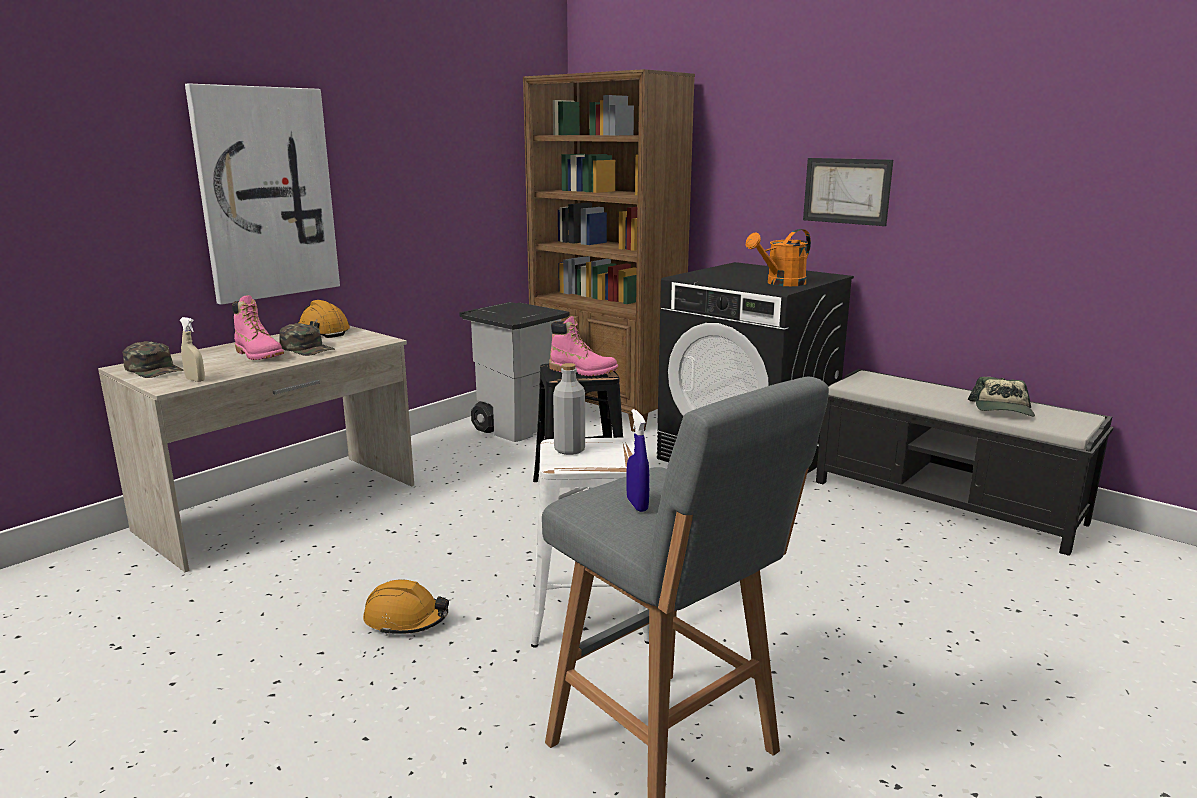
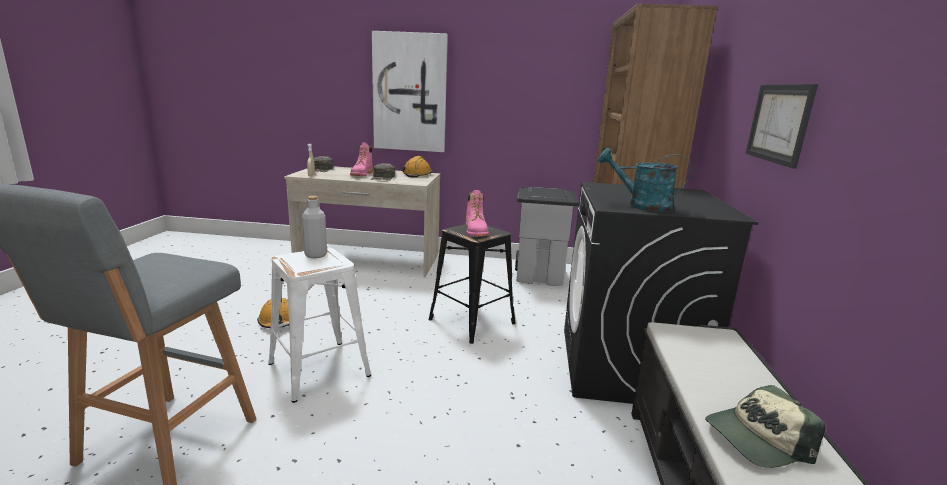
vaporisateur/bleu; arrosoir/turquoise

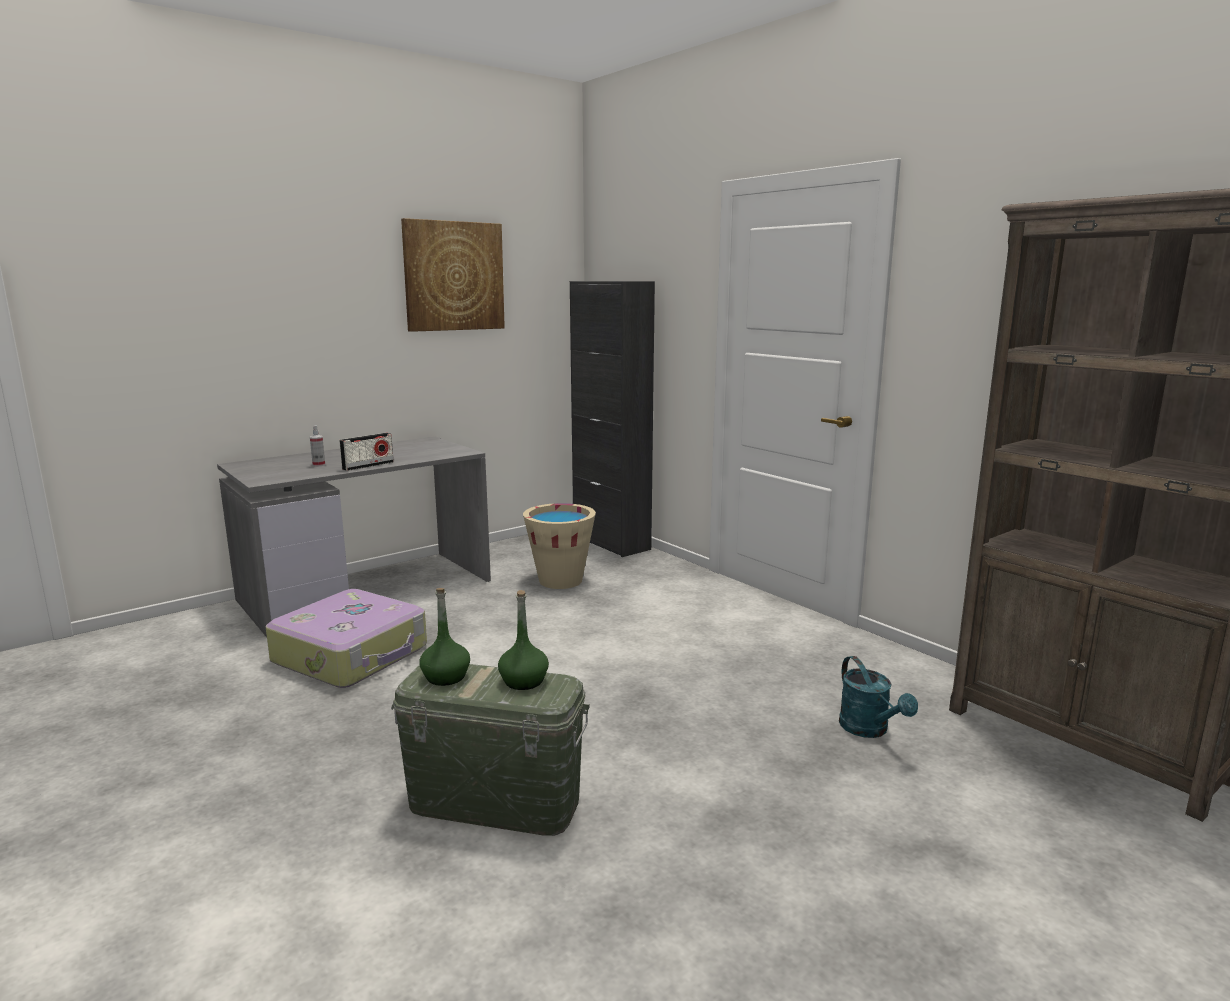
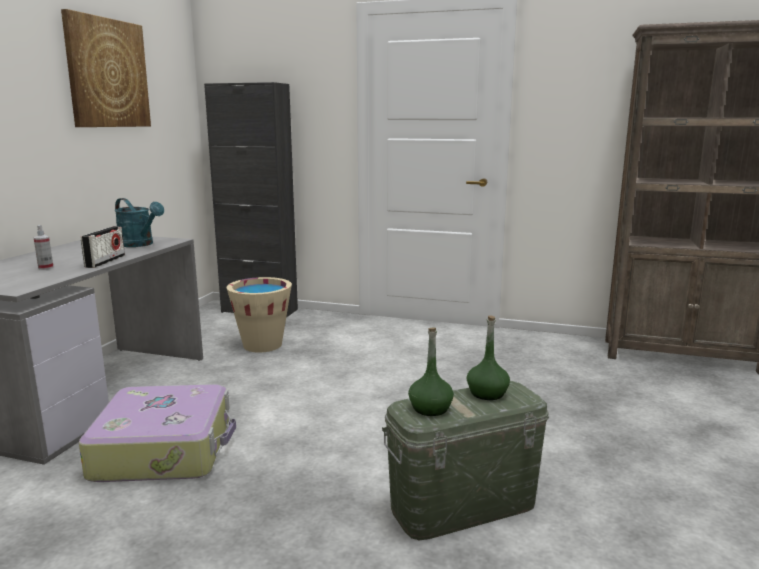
arrosoir/turquoise

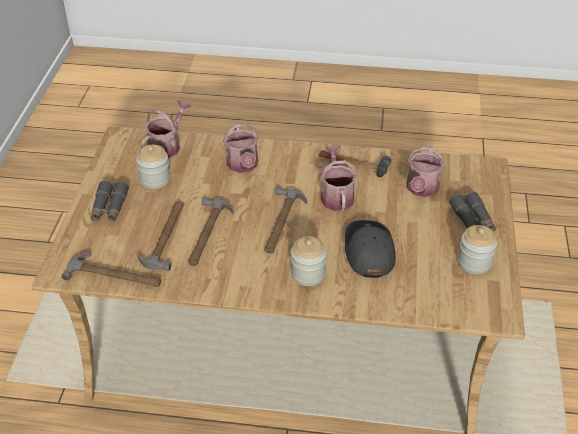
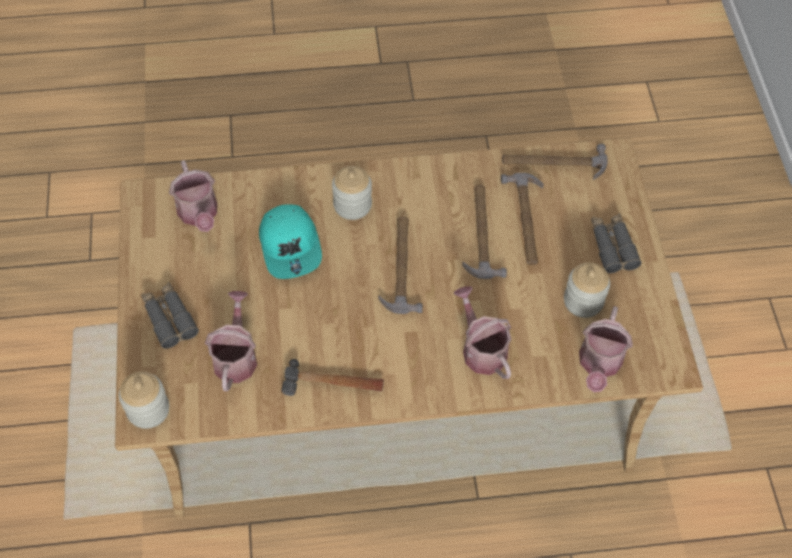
arrosoir (no. 1 from left); bocal (no. 1 from left); casquette/turquoise

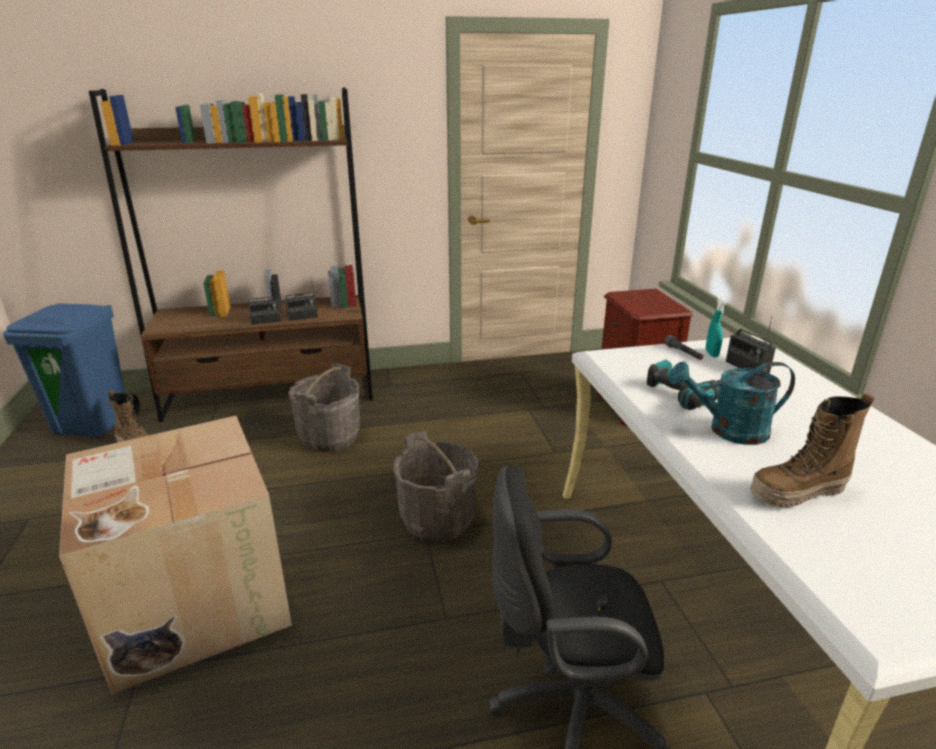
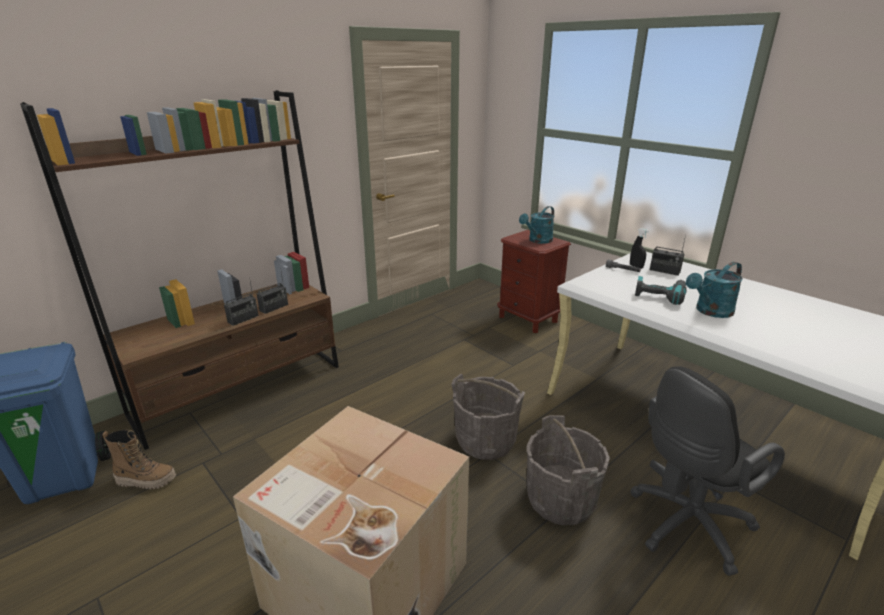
botte (no. 2 from left in the first image); arrosoir/turquoise (no. 1 from left); seau/gris (no. 2 from left); vaporisateur/noir

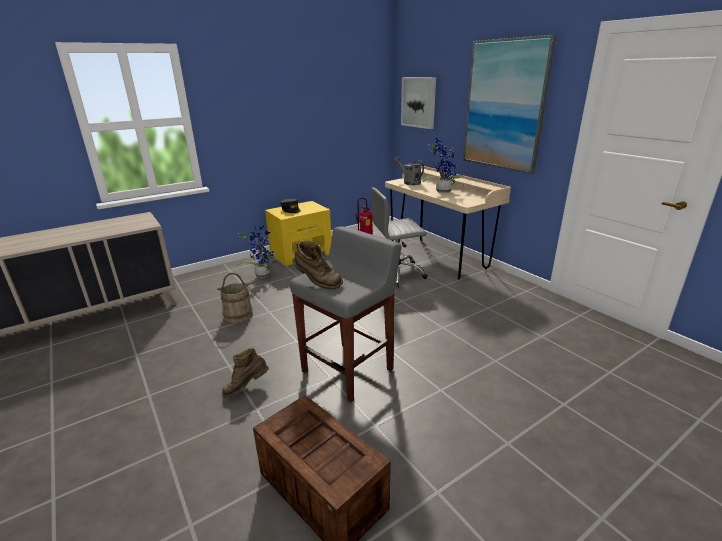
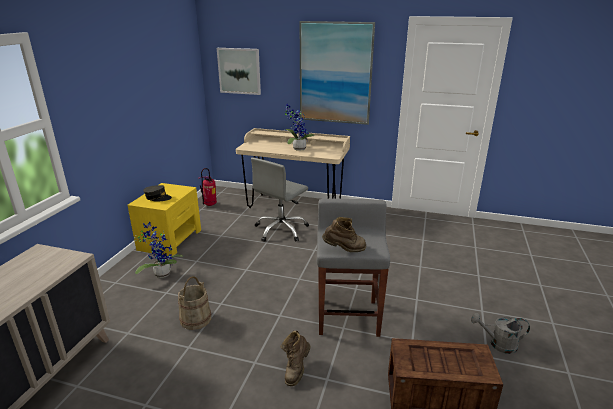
arrosoir/gris

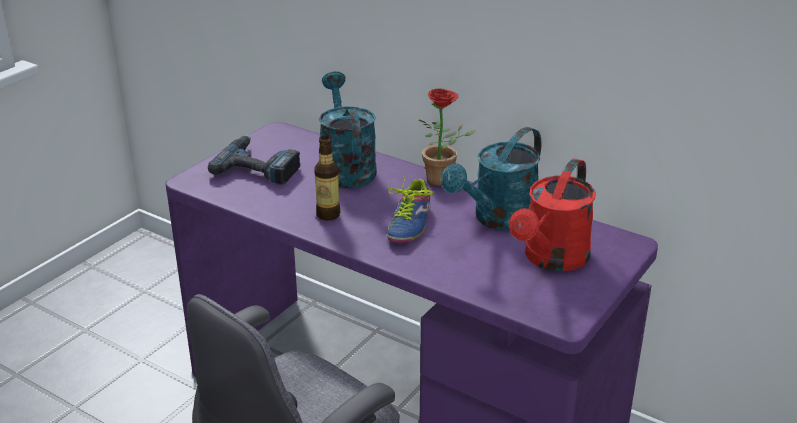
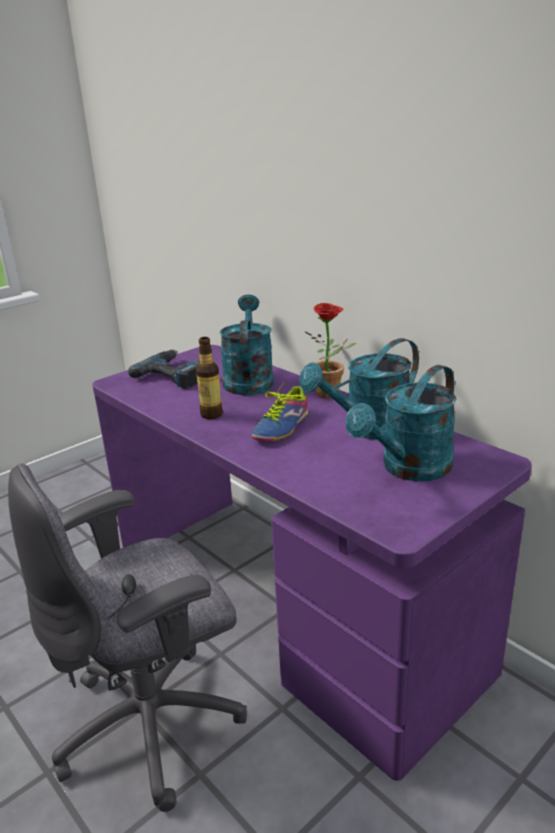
arrosoir/turquoise (no. 3 from left)

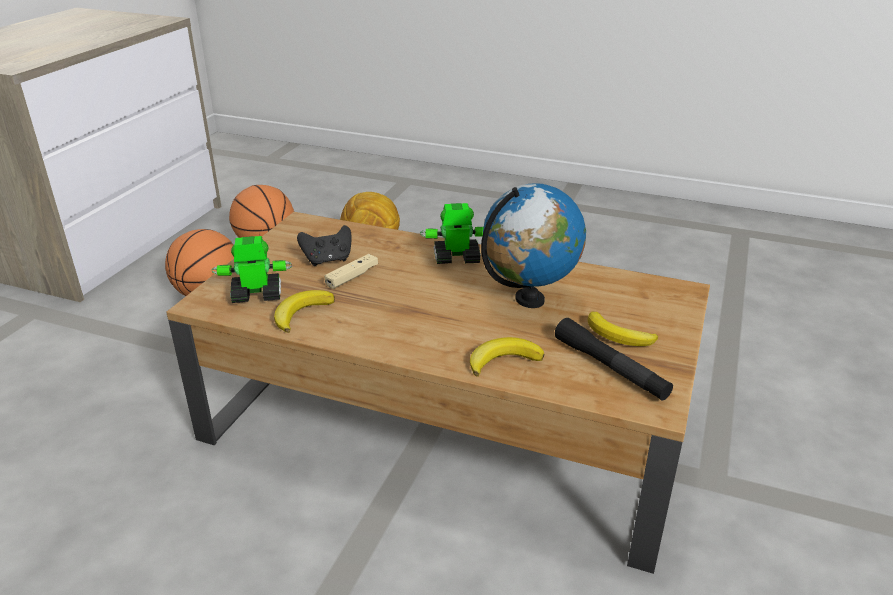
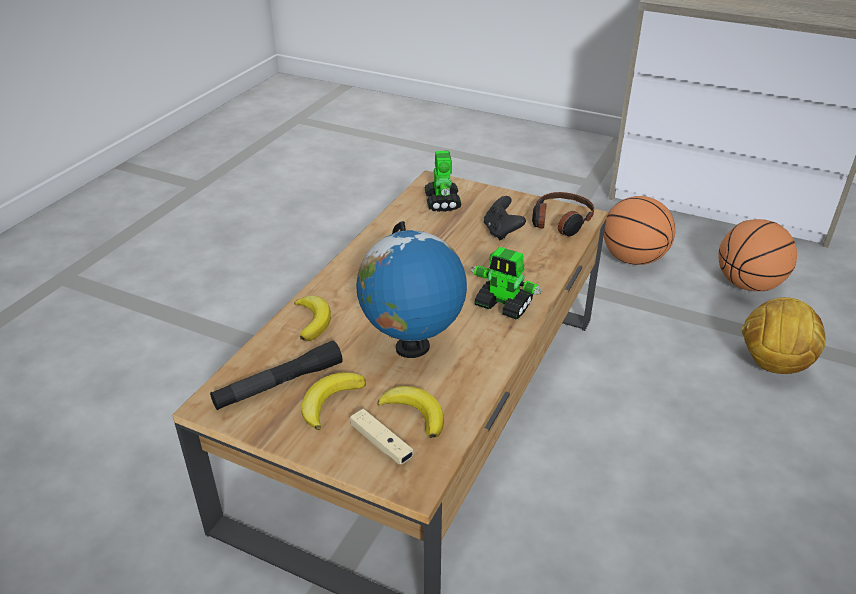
casque audio; banane (no. 3 from left); manette/beige; robot jouet (no. 2 from left)

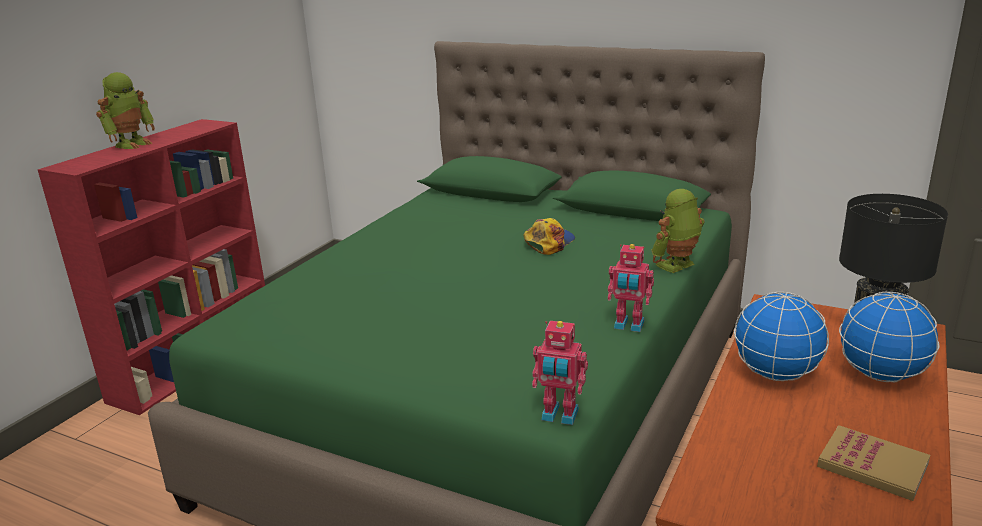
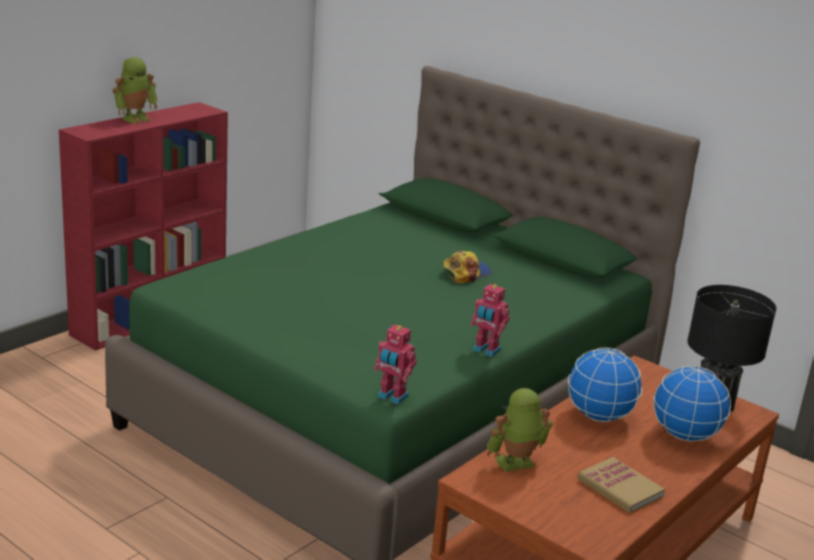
robot jouet (no. 4 from left)

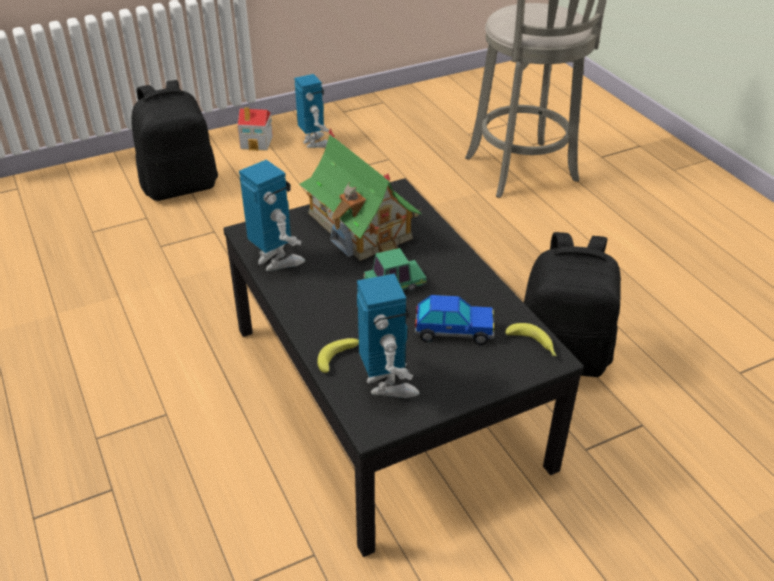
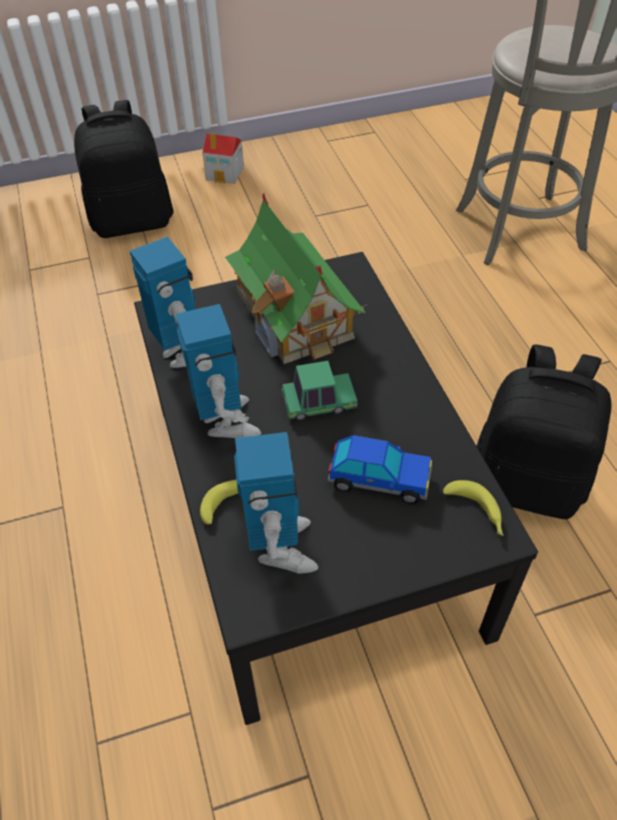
robot jouet (no. 2 from left)

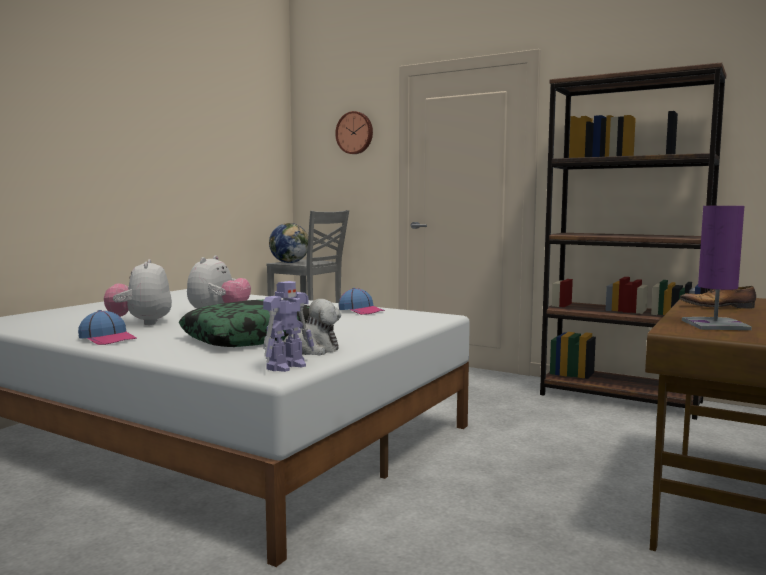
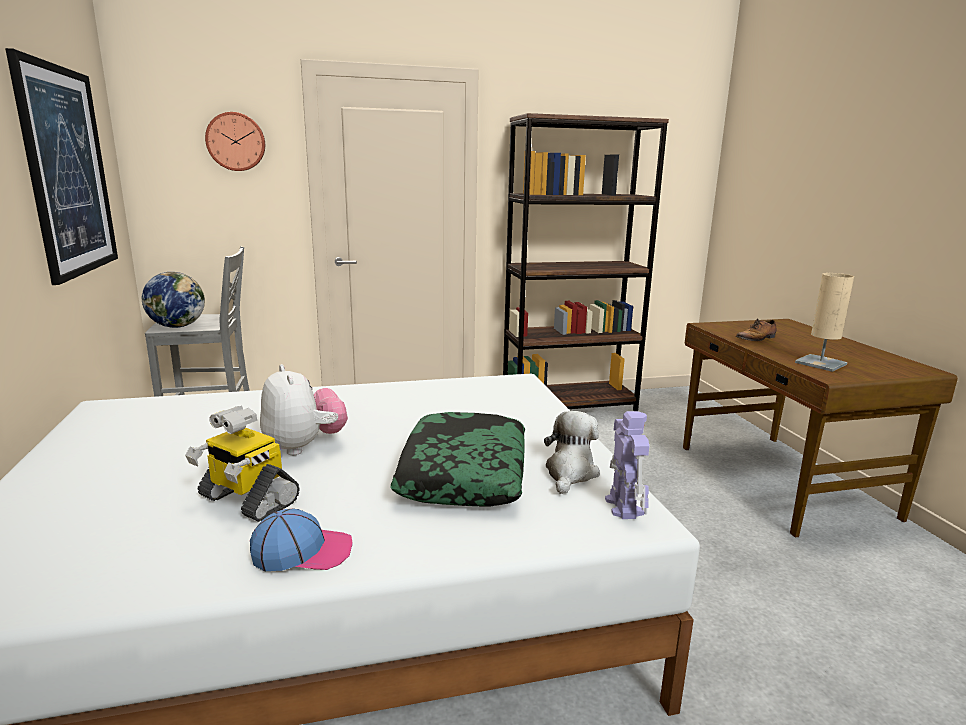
casquette (no. 2 from left in the first image); tableau; robot jouet (no. 1 from left); lampe de table/beige

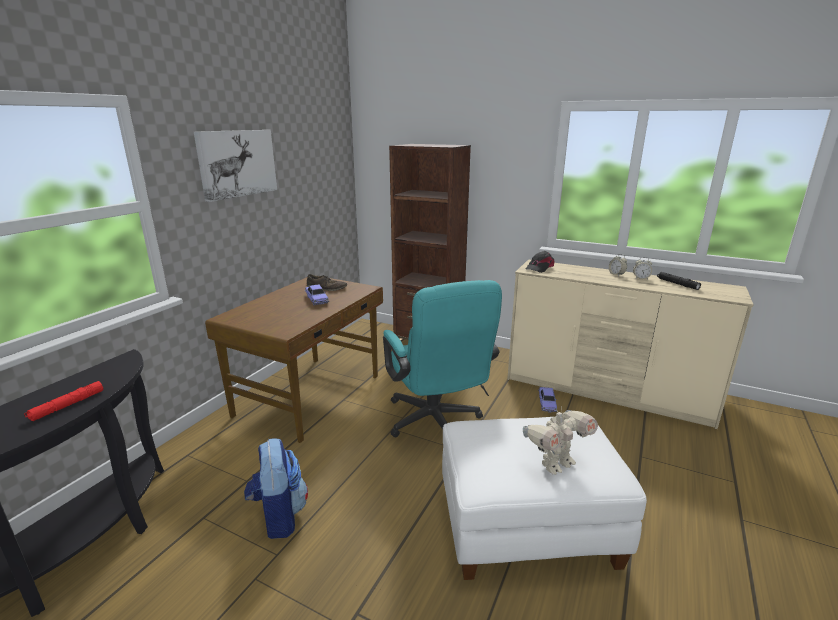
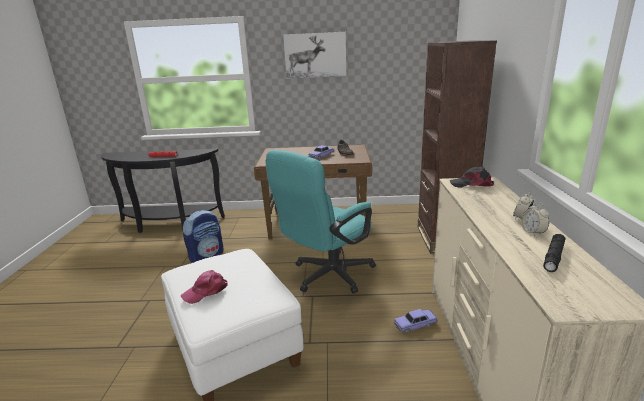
casquette/rose

